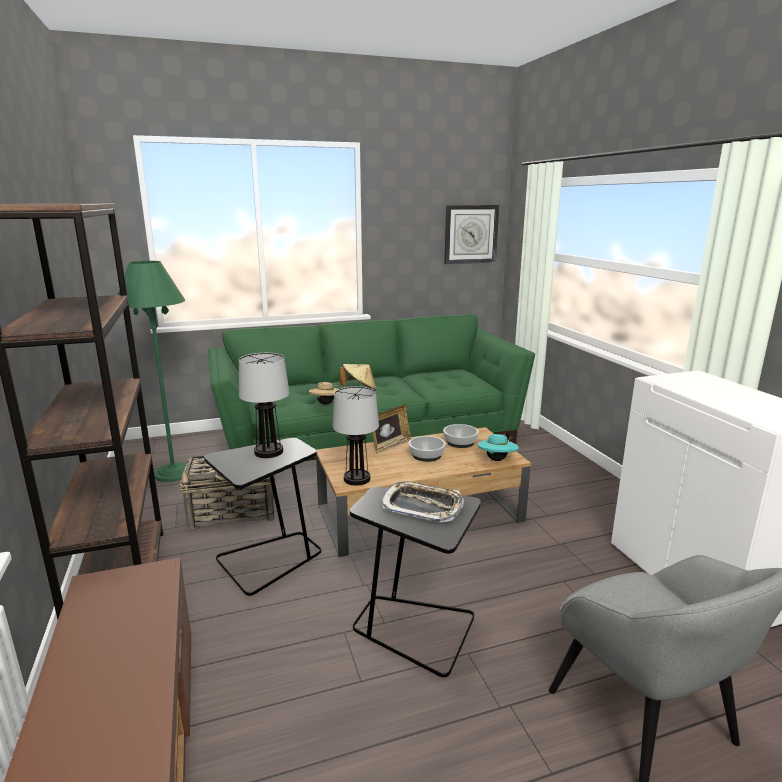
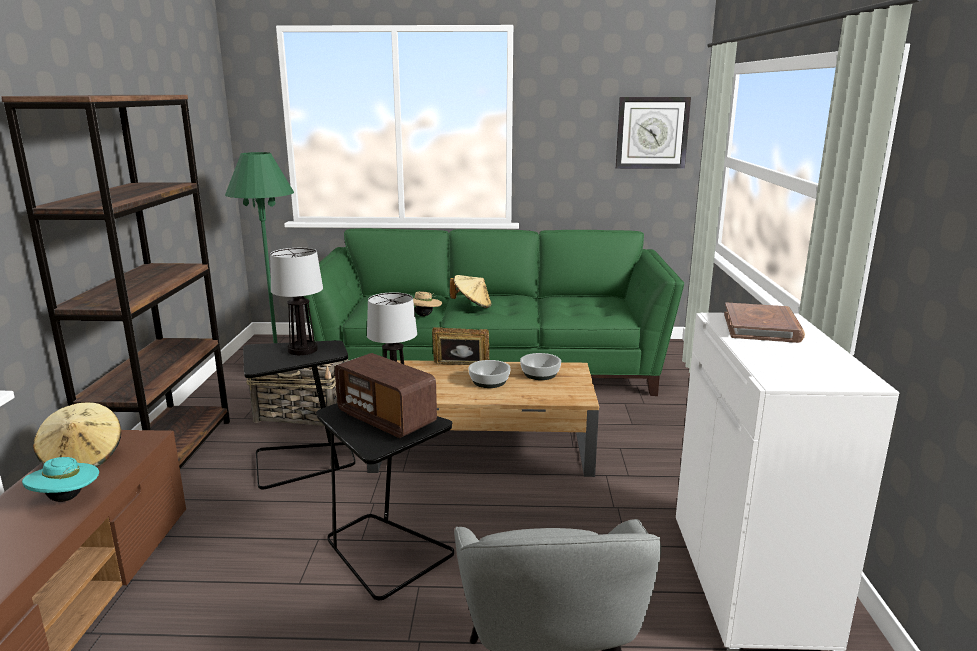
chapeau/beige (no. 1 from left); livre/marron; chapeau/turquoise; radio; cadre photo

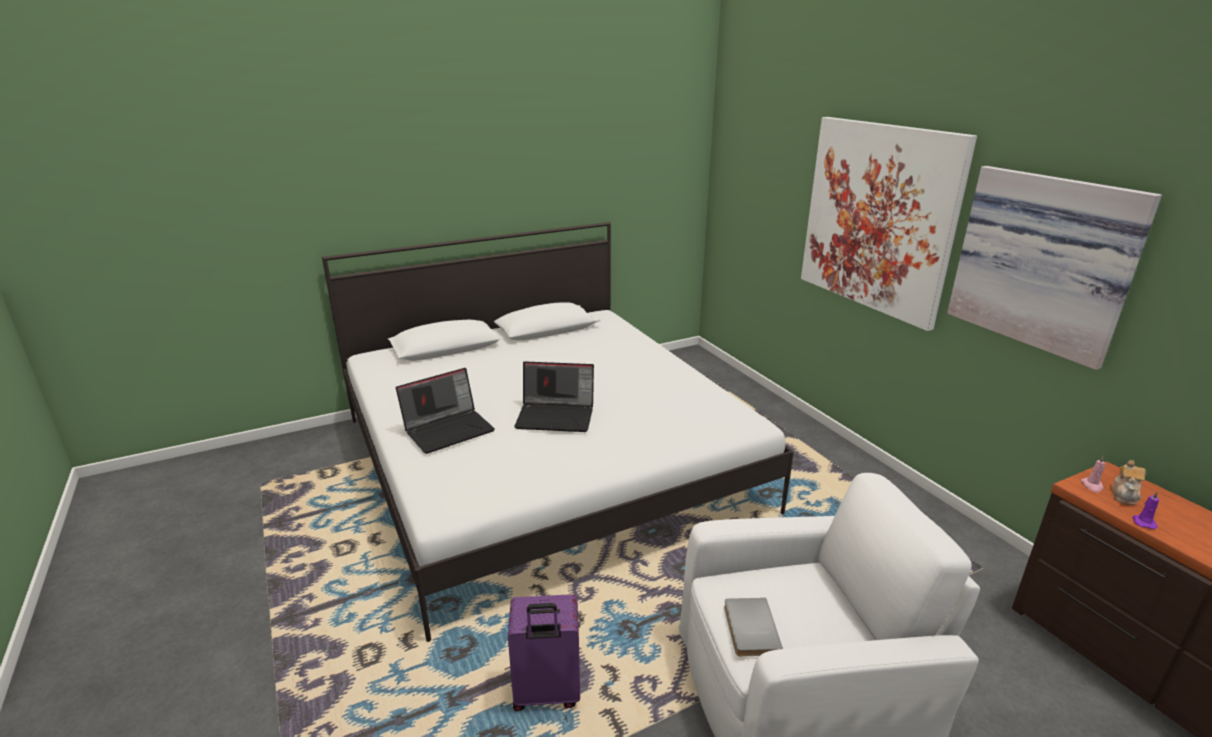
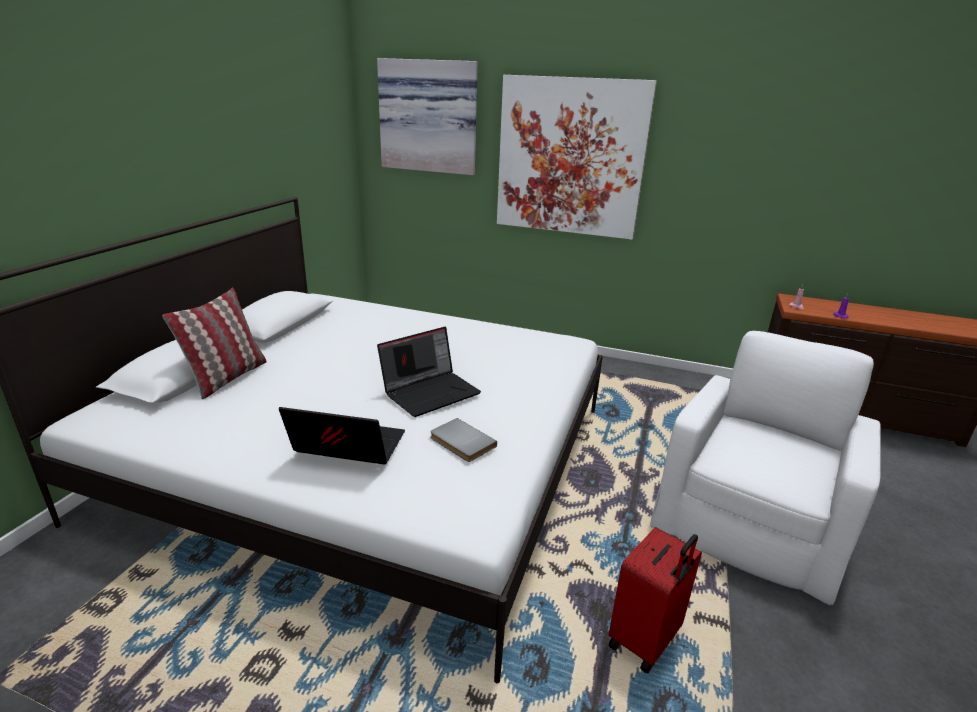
théière; coussin; livre/gris; tableau (no. 1 from left); valise/rouge; ordinateur portable (no. 1 from left)

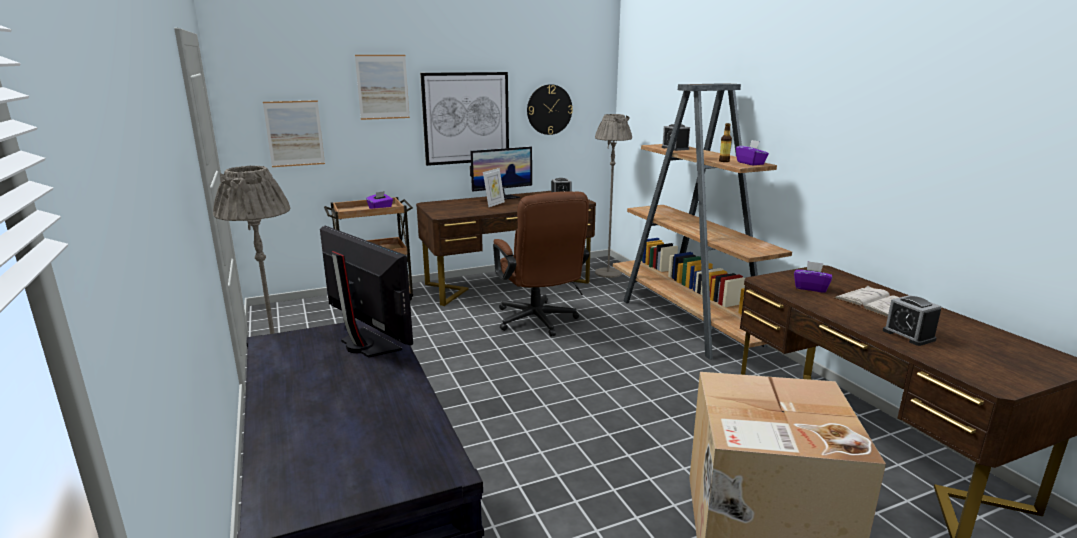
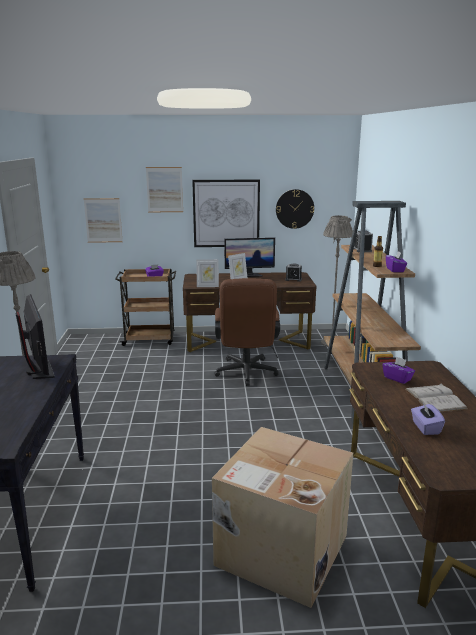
cadre photo (no. 1 from left); boîte à mouchoirs/violet (no. 4 from left)

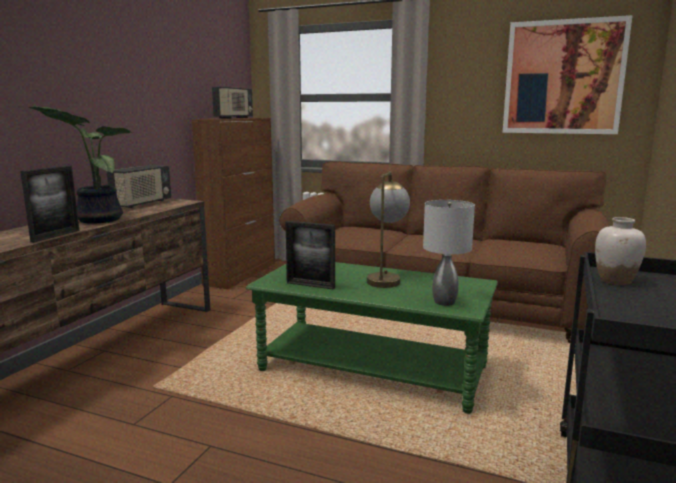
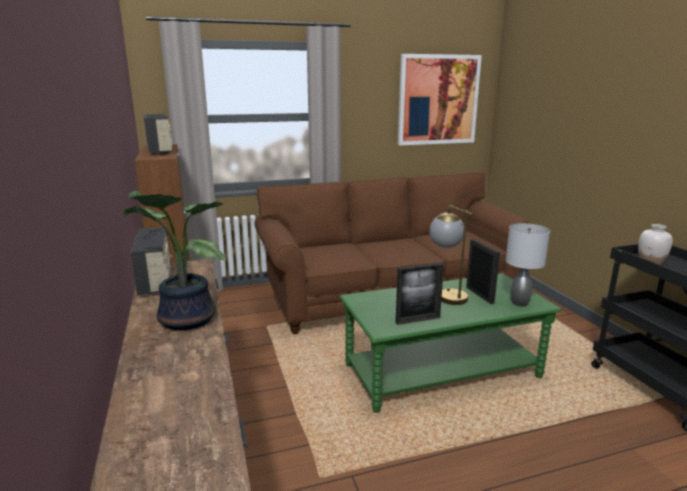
cadre photo (no. 2 from left)

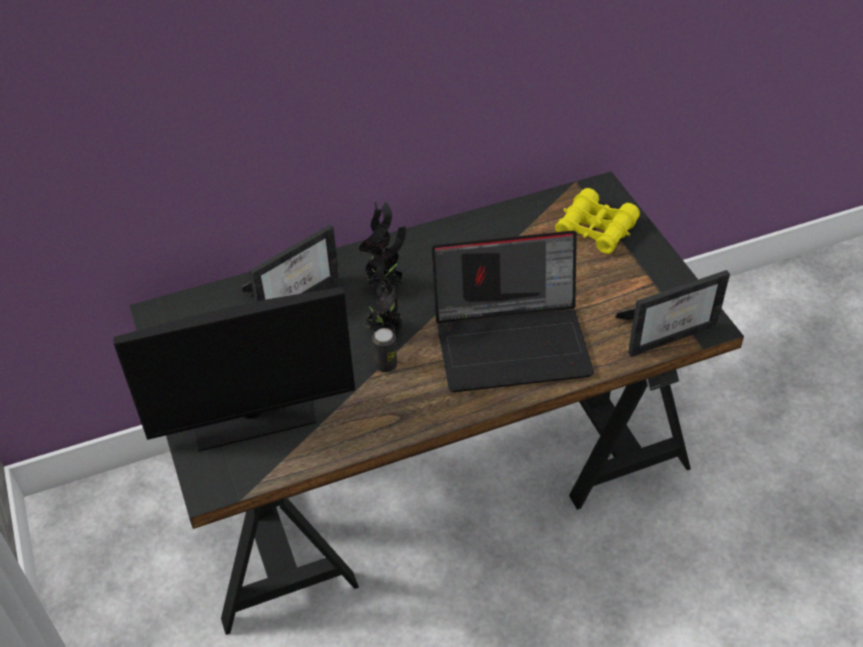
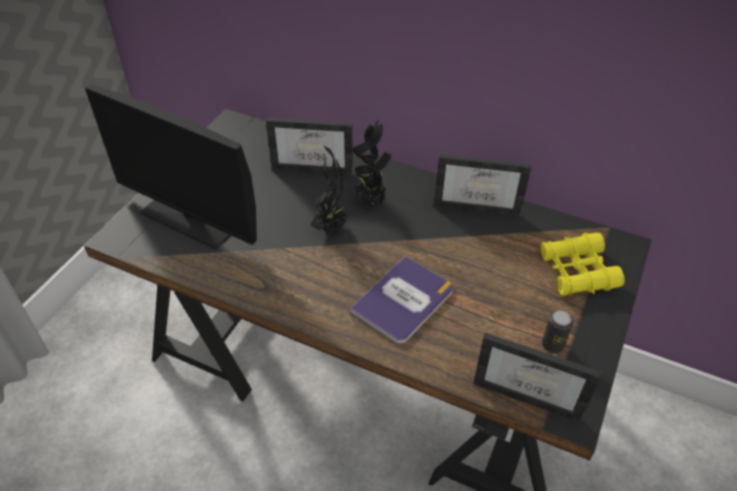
cadre photo (no. 2 from left); boîte métallique; livre

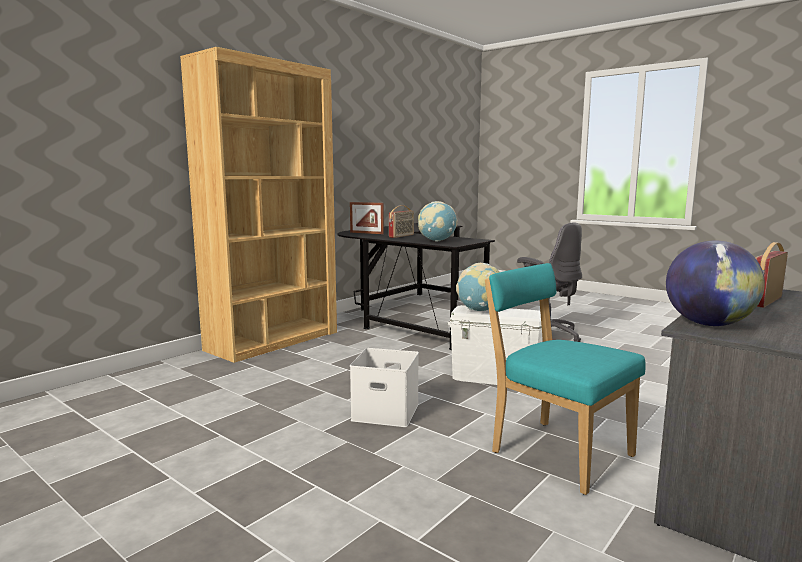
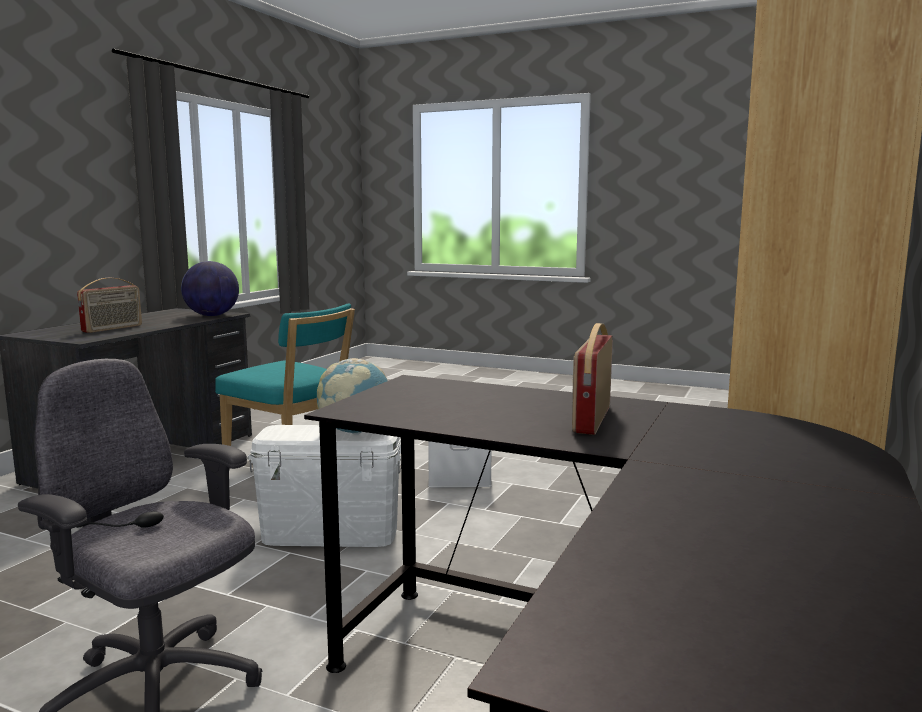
cadre photo; globe (no. 1 from left in the first image)

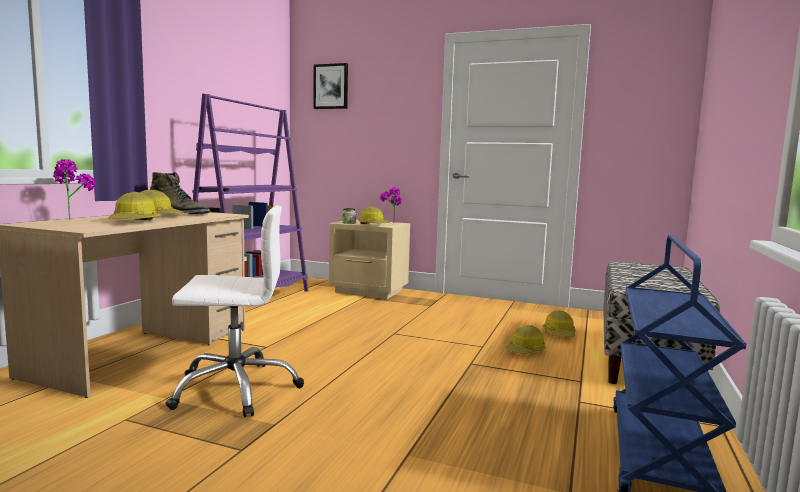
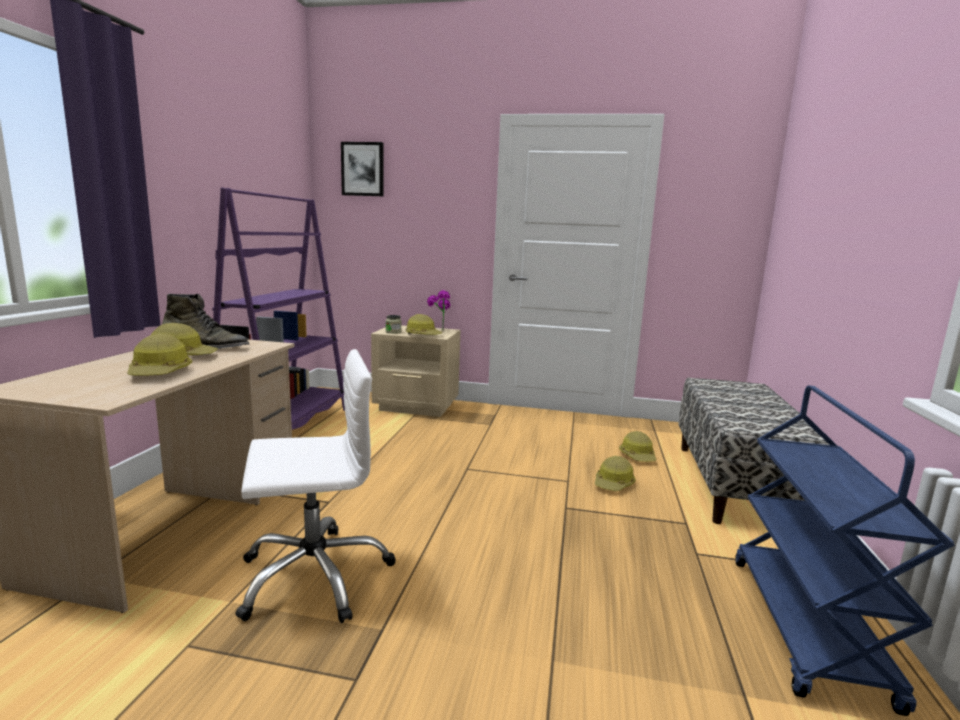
plante en pot (no. 1 from left in the first image)

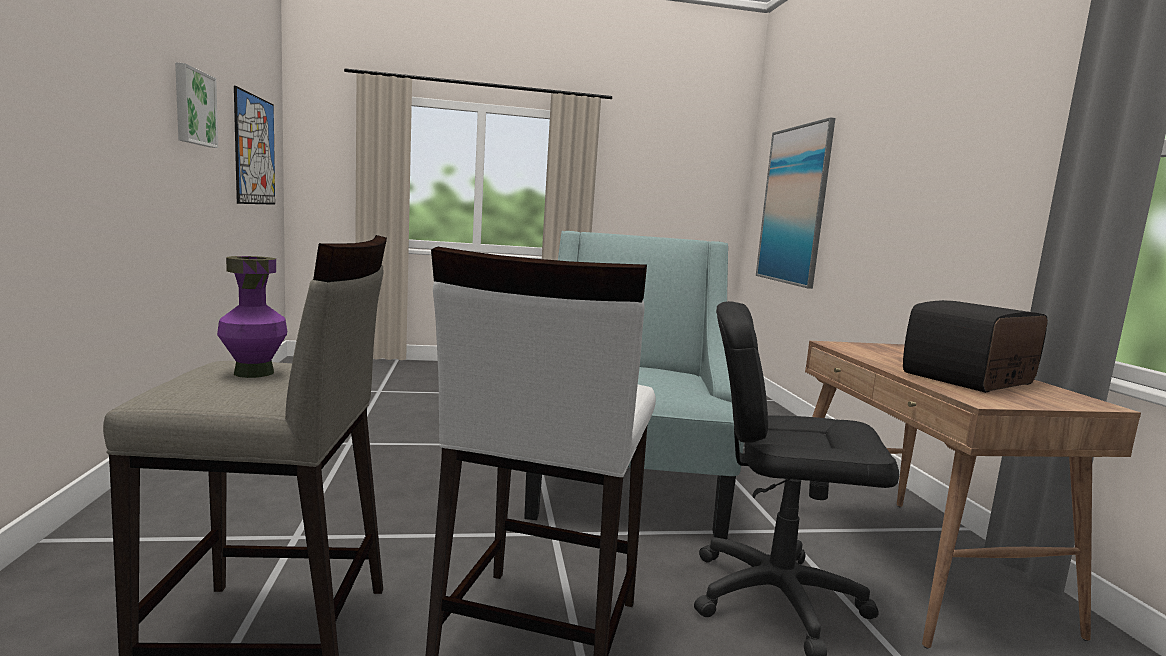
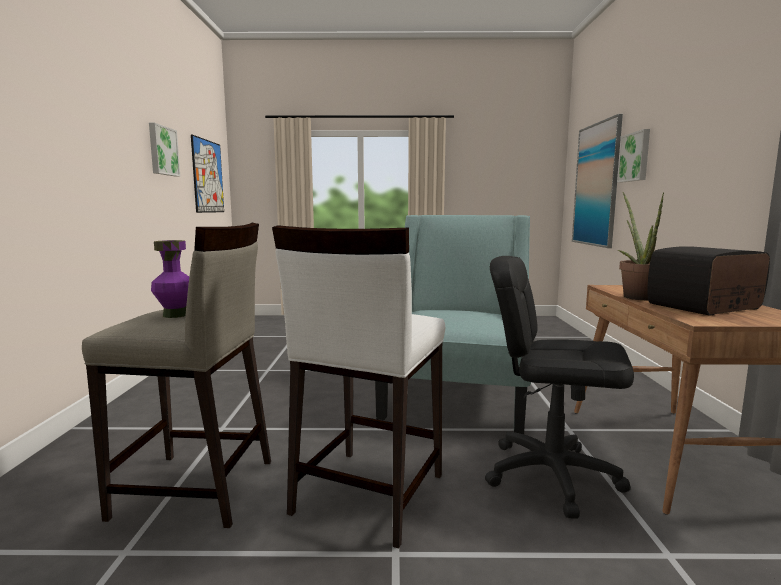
tableau (no. 4 from left); plante en pot

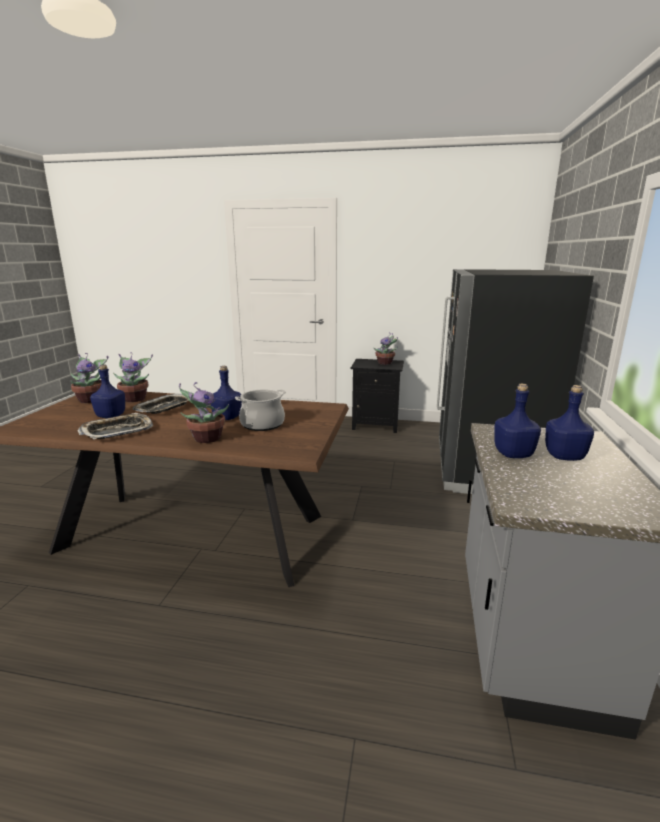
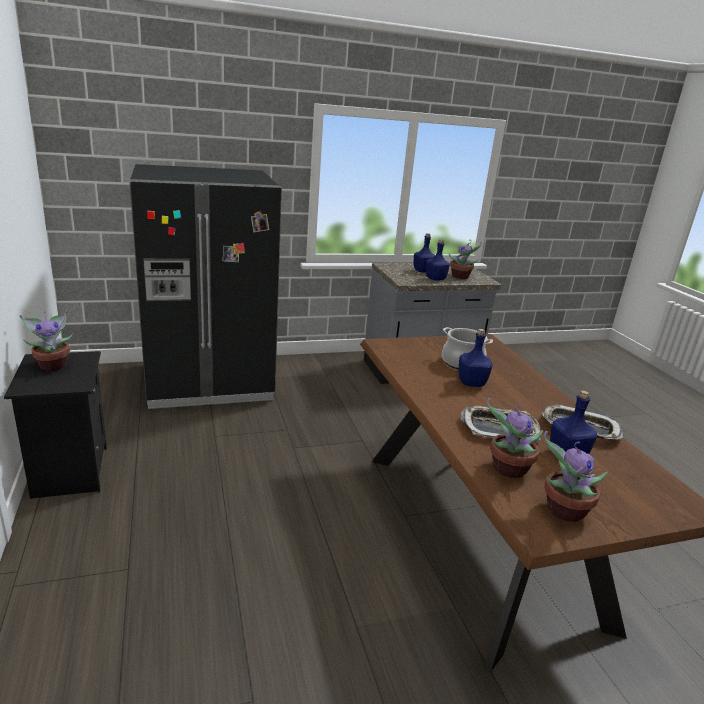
plante en pot (no. 2 from left)

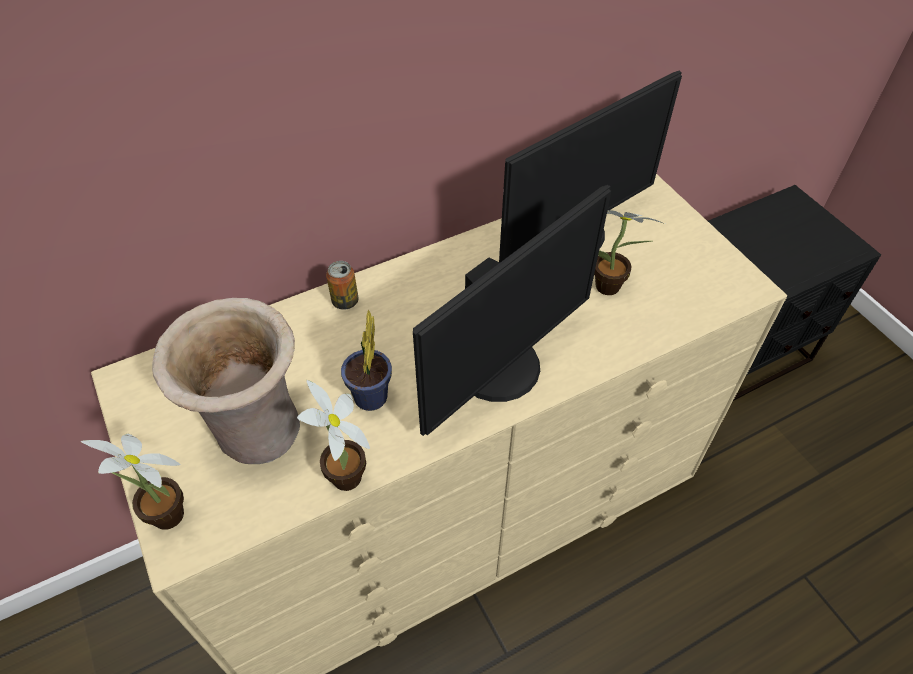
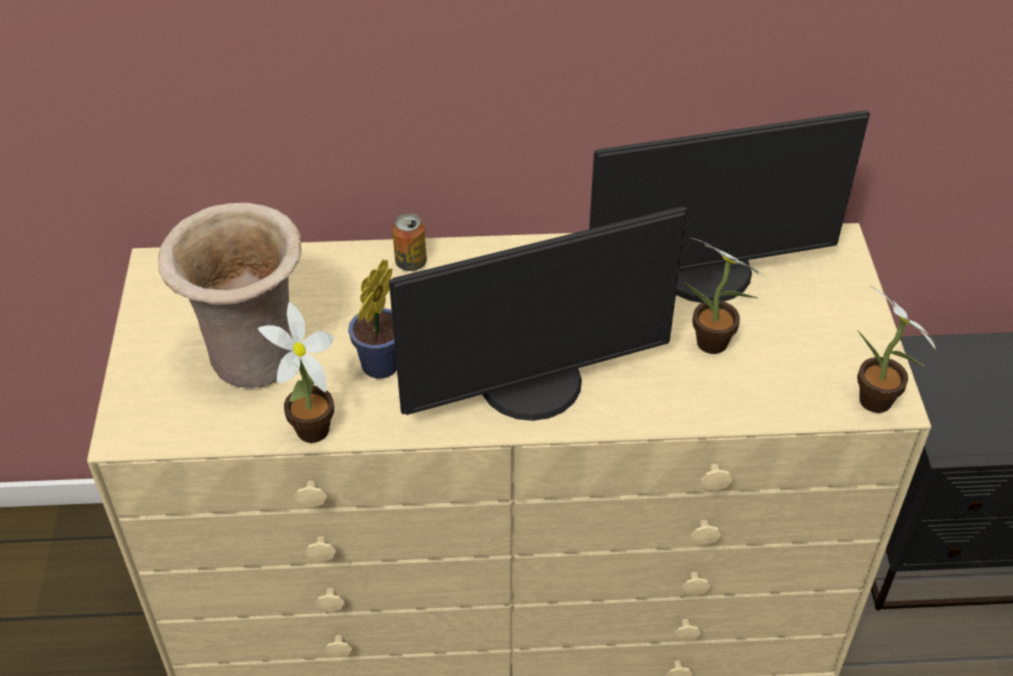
plante en pot (no. 4 from left)

